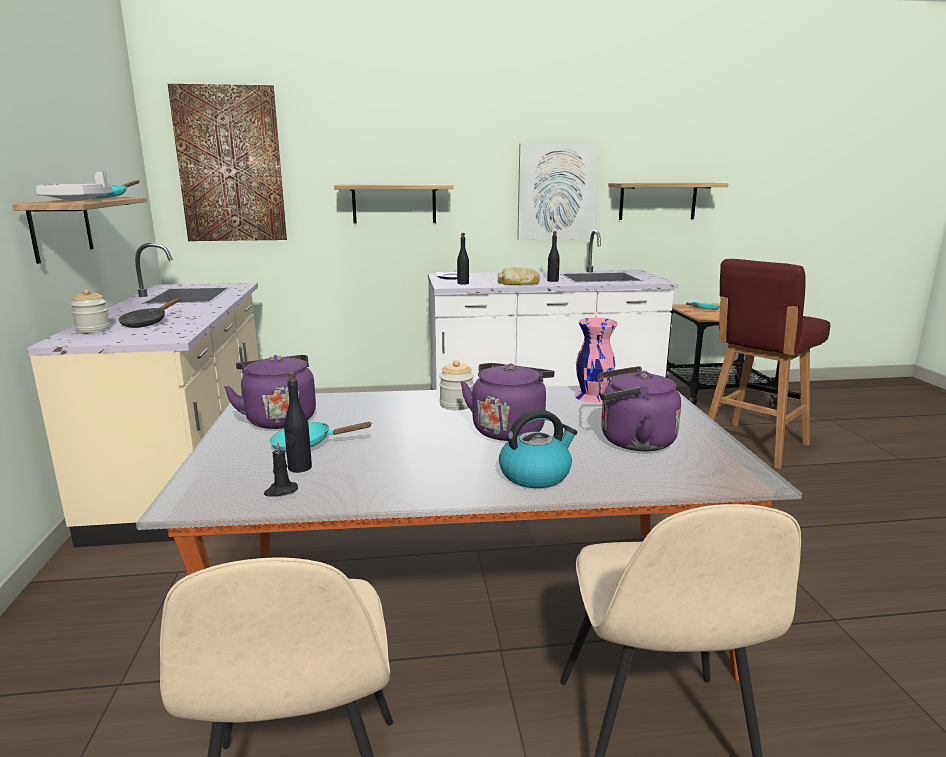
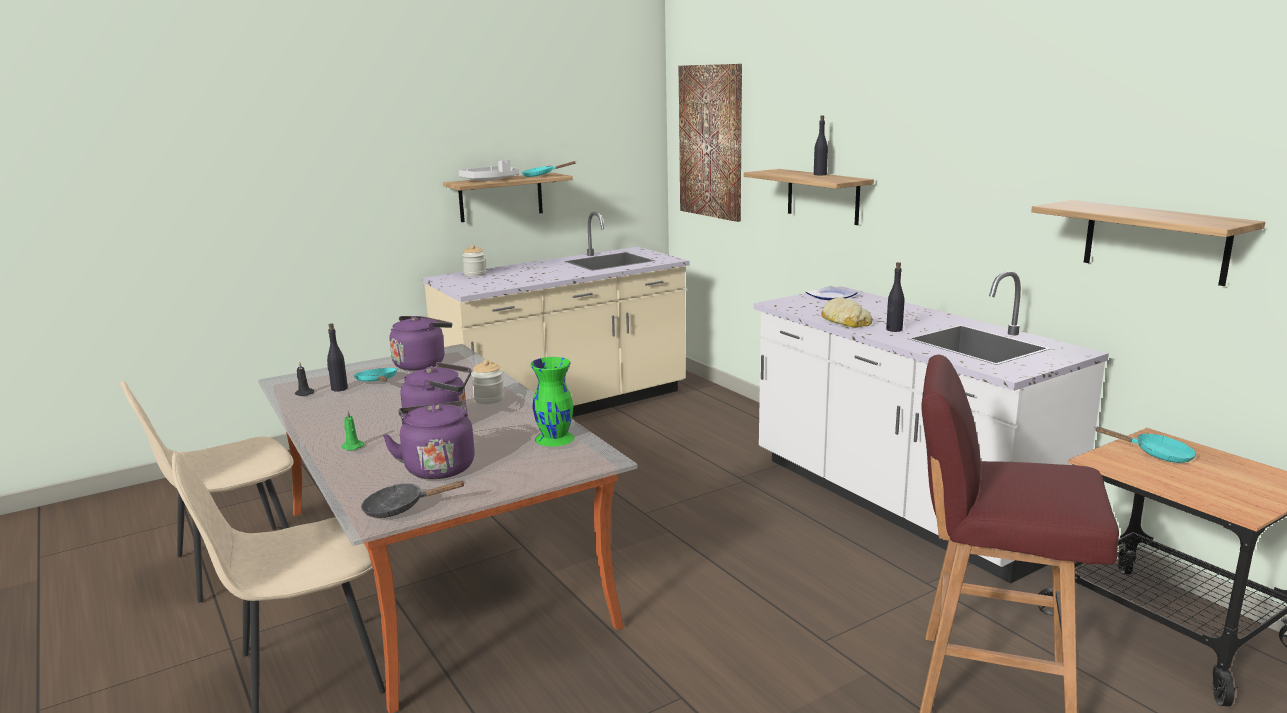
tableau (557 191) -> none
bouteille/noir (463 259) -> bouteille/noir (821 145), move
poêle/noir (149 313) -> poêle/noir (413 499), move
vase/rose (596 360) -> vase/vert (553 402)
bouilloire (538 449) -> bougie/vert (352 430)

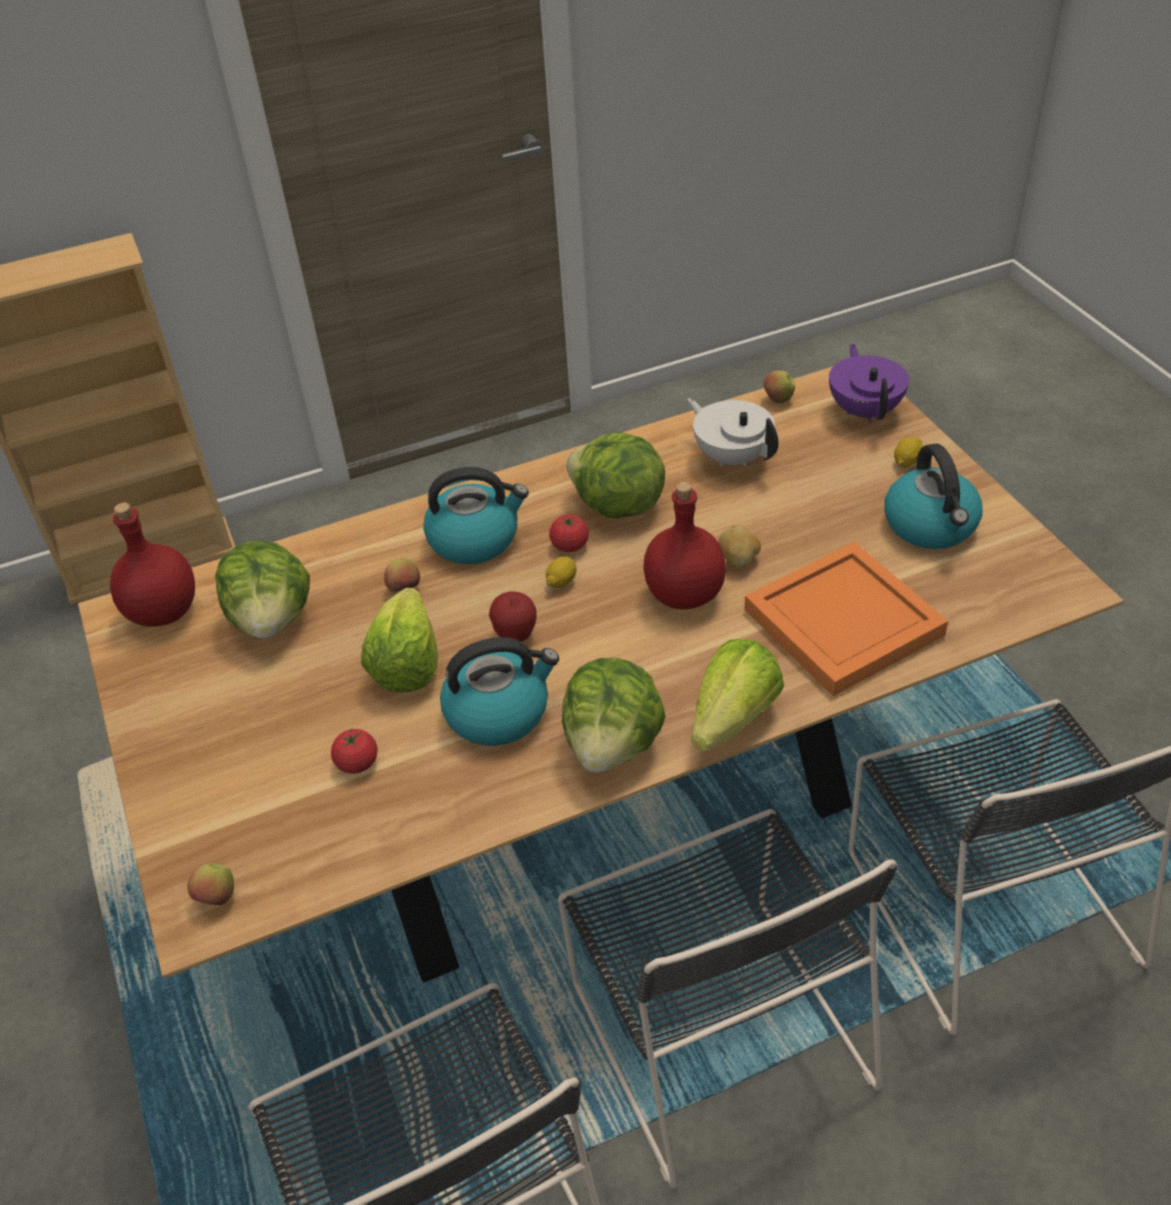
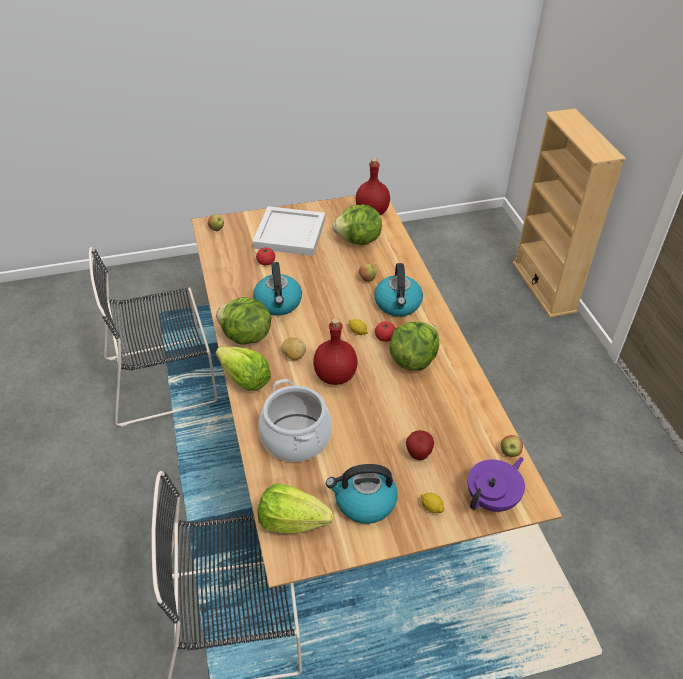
théière/violet (869 383) -> théière/violet (496 484), 45 degrees counterclockwise
théière/blanc (732 432) -> none
pomme de terre (739 546) -> pomme de terre (293 348), move
plateau/orange (846 619) -> marmite (295 420)
laitue (399 640) -> laitue (295 508), move
pomme (513 616) -> pomme (420 445), move
chaise/noir (728 999) -> none
none -> plateau/blanc (288 231)

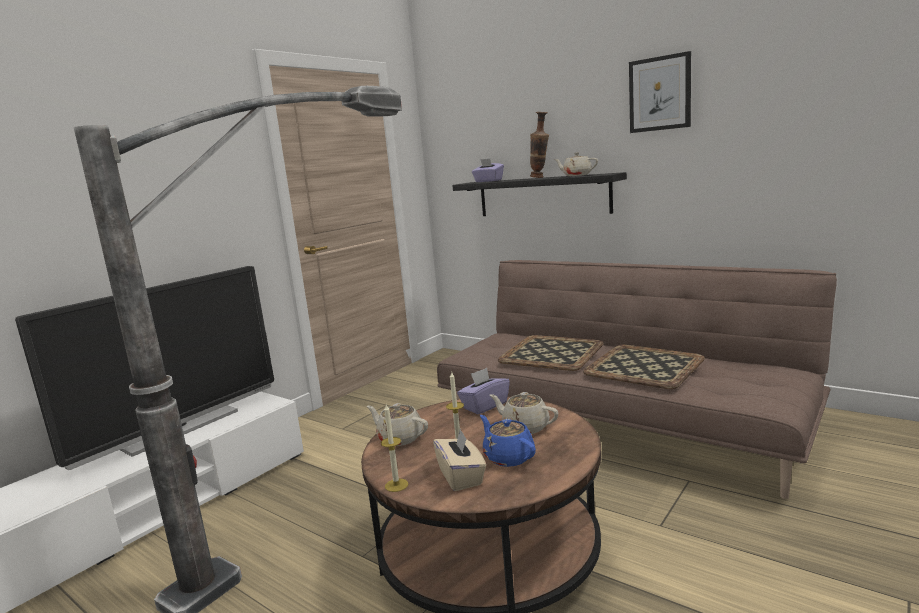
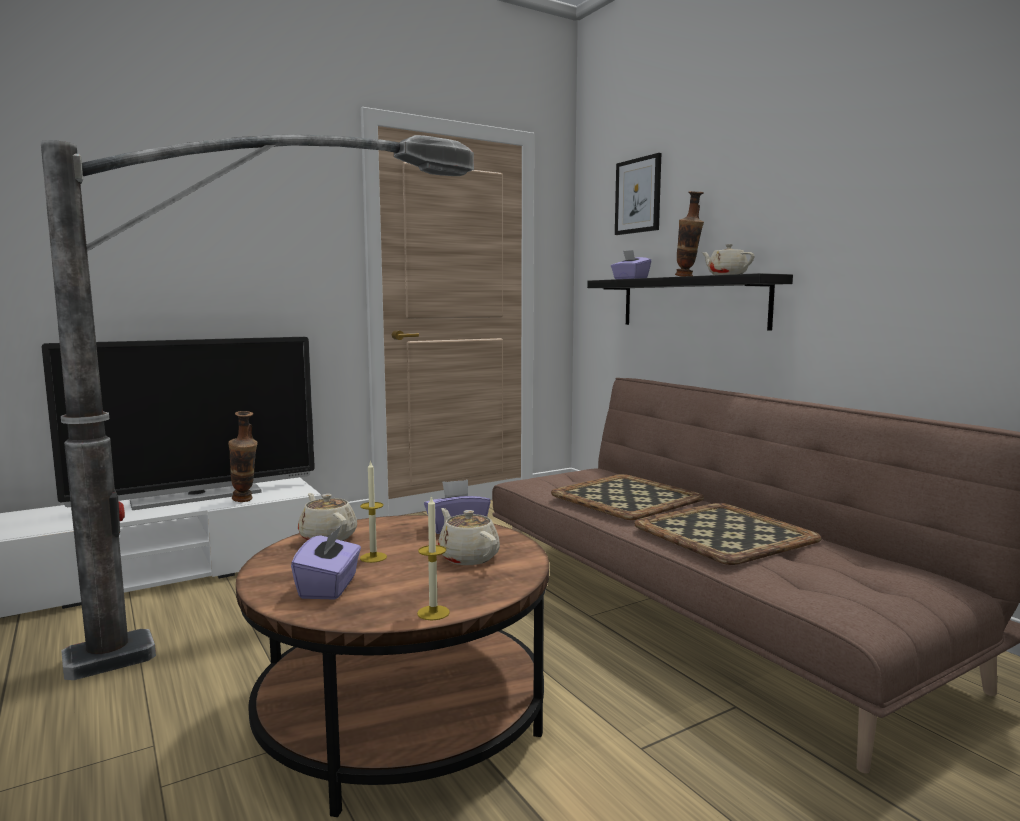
tableau (660 92) -> tableau (638 194), move
bougie (394 448) -> bougie (433 558), move
théière/bleu (508 441) -> none
boîte à mouchoirs/beige (459 459) -> boîte à mouchoirs/violet (326 563)
none -> vase (242 456)

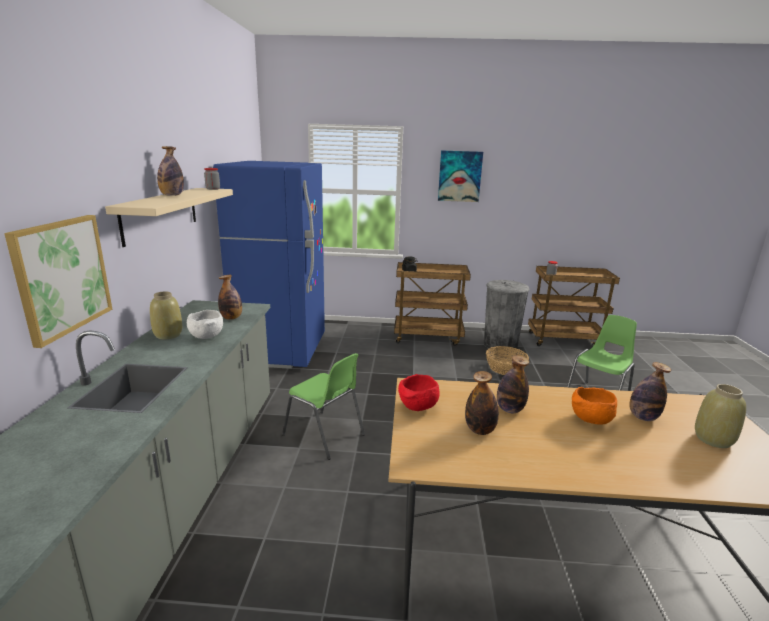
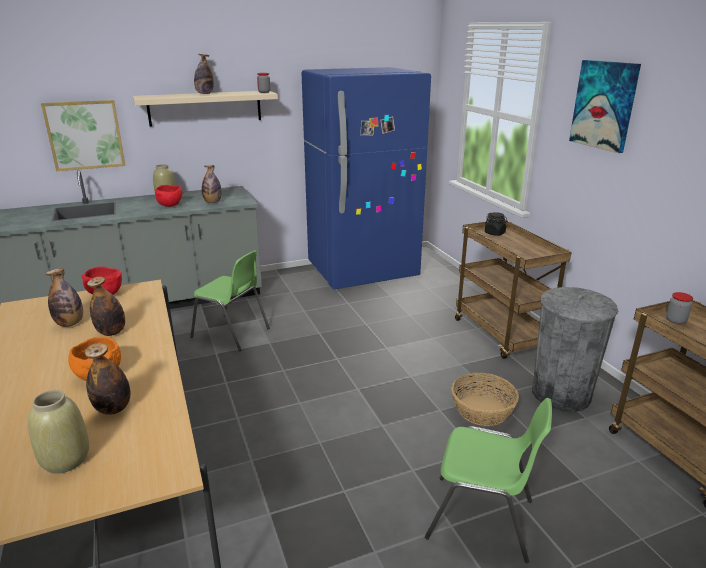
bol/blanc (205 324) -> bol/rouge (168 196)
chaise/vert (323 406) -> chaise/vert (230 300), 75 degrees counterclockwise

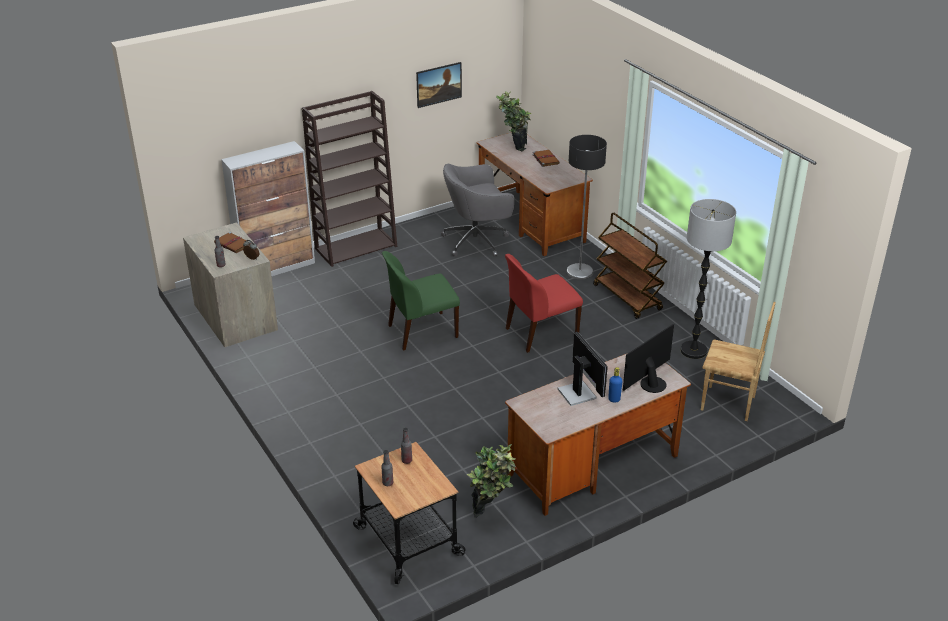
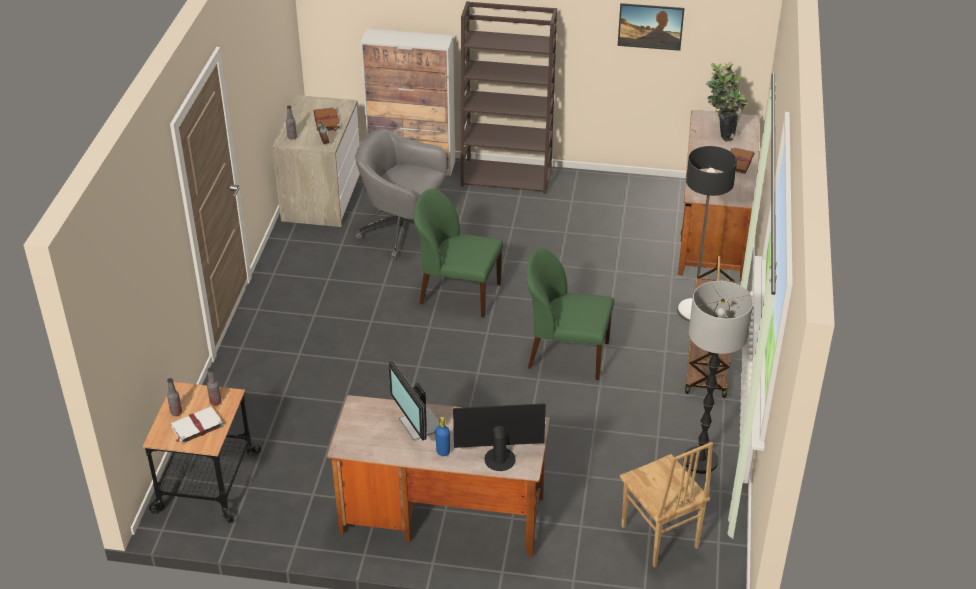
chaise de bureau/gris (477 210) -> chaise de bureau/gris (401 193), move
chaise/rouge (544 303) -> chaise/vert (570 314)
écran d'ordinateur (582 369) -> écran d'ordinateur (414 401), 135 degrees clockwise
plante en pot (491 481) -> none
none -> livre/blanc (197 425)

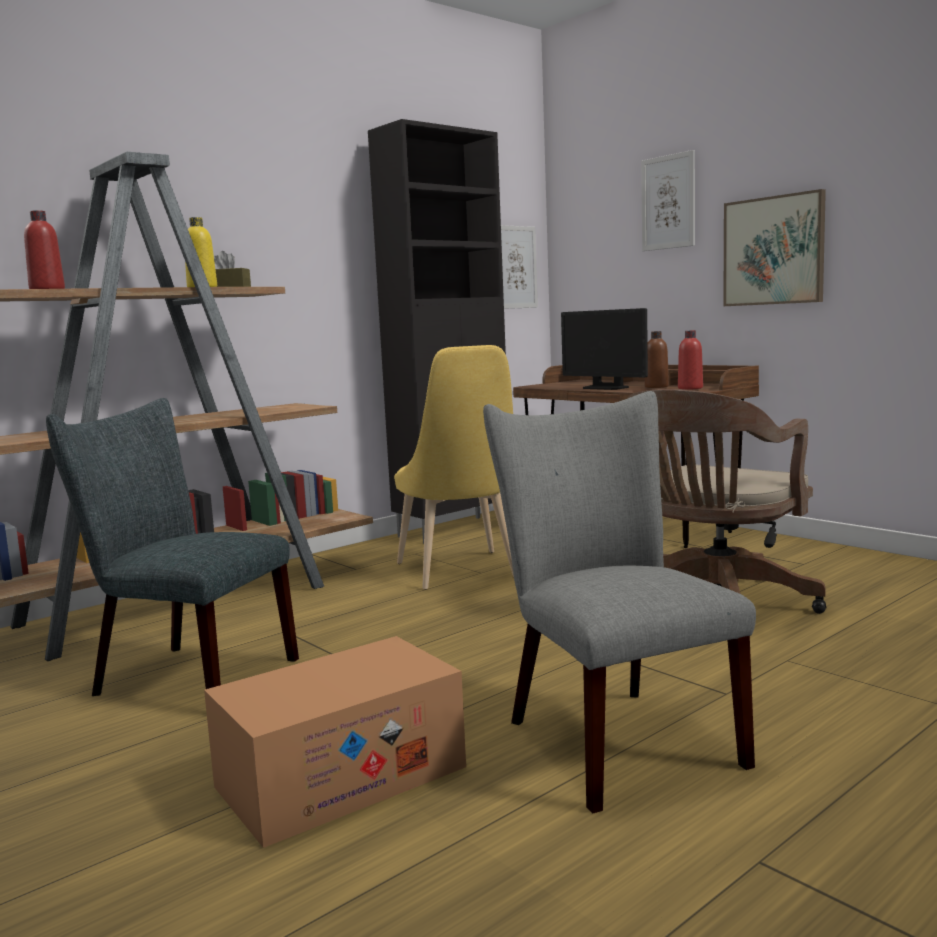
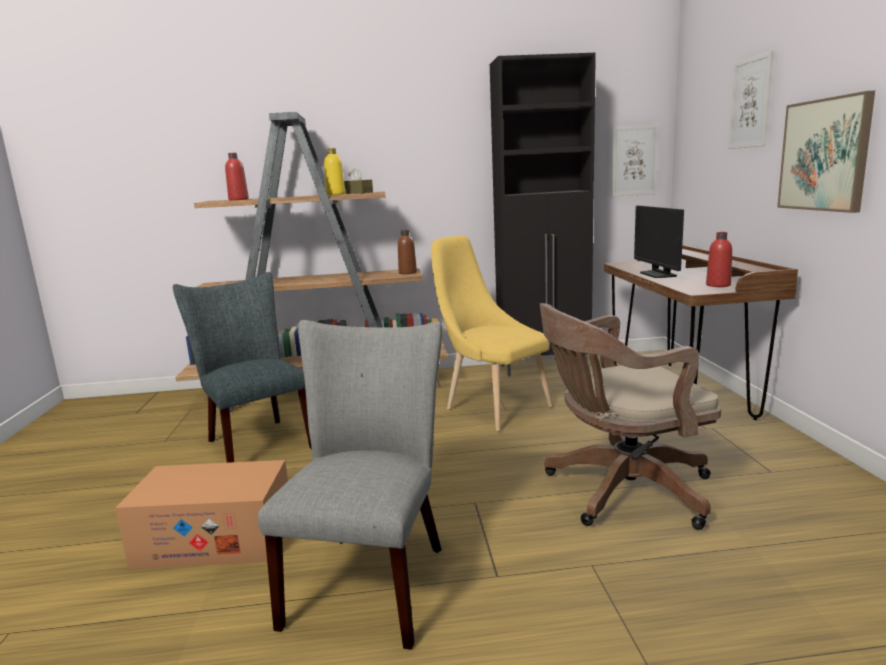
bouteille/marron (657 359) -> bouteille/marron (407 252), move
chaise/jaune (454 467) -> chaise/jaune (492 333), 120 degrees clockwise

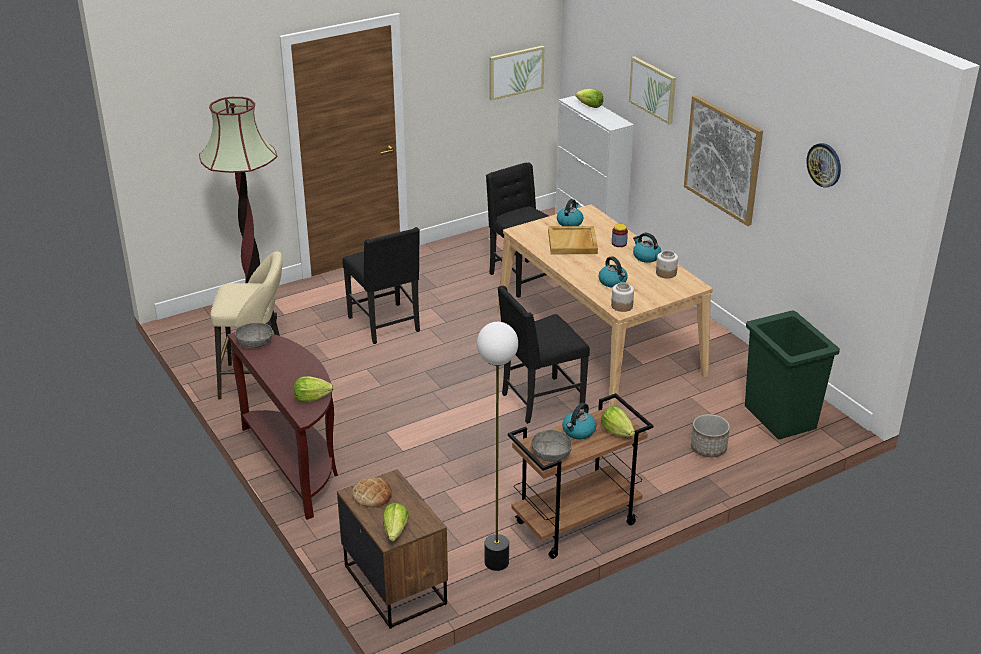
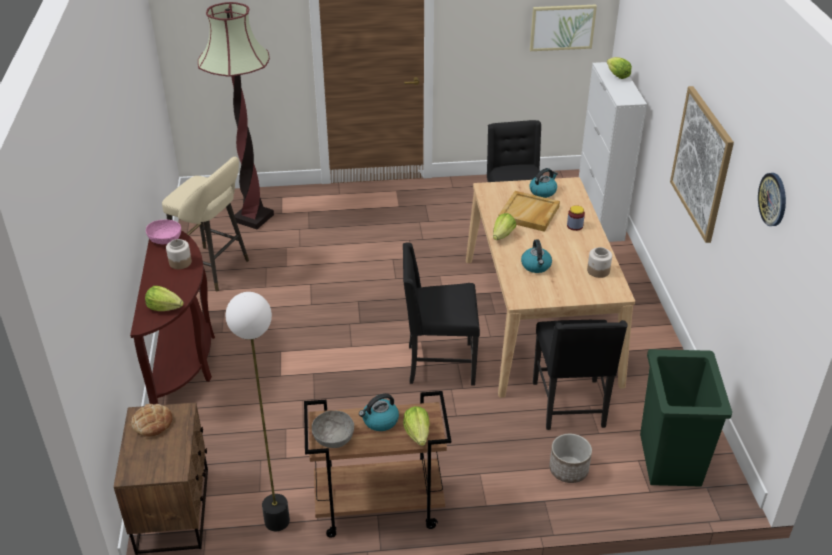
tableau (652 90) -> none
chaise/noir (381 285) -> chaise/noir (580 375), move
bouilloire (647 248) -> none
bocal (622 297) -> bocal (179 254), move
bol/gris (254 335) -> bol/rose (163 232)
laitue (396 522) -> laitue (504 226), move

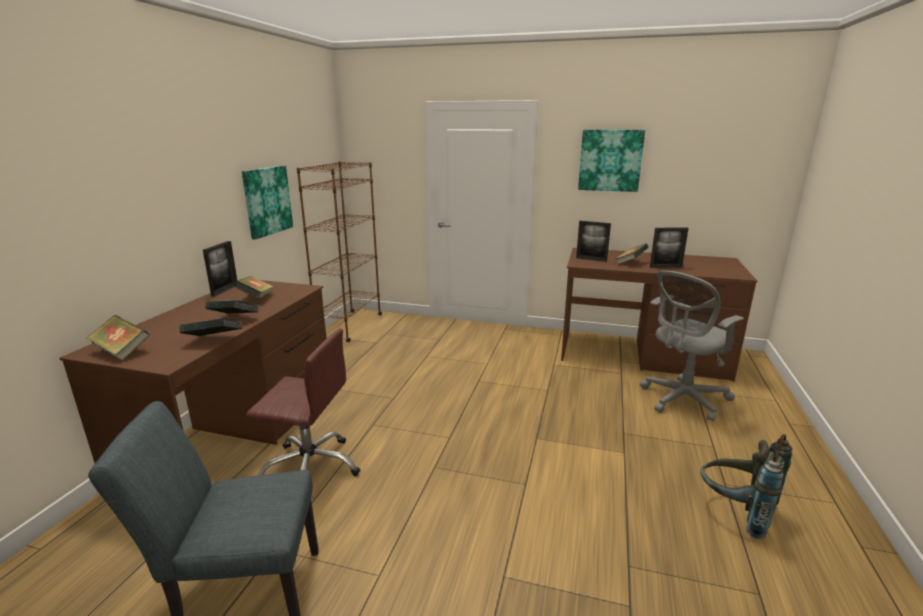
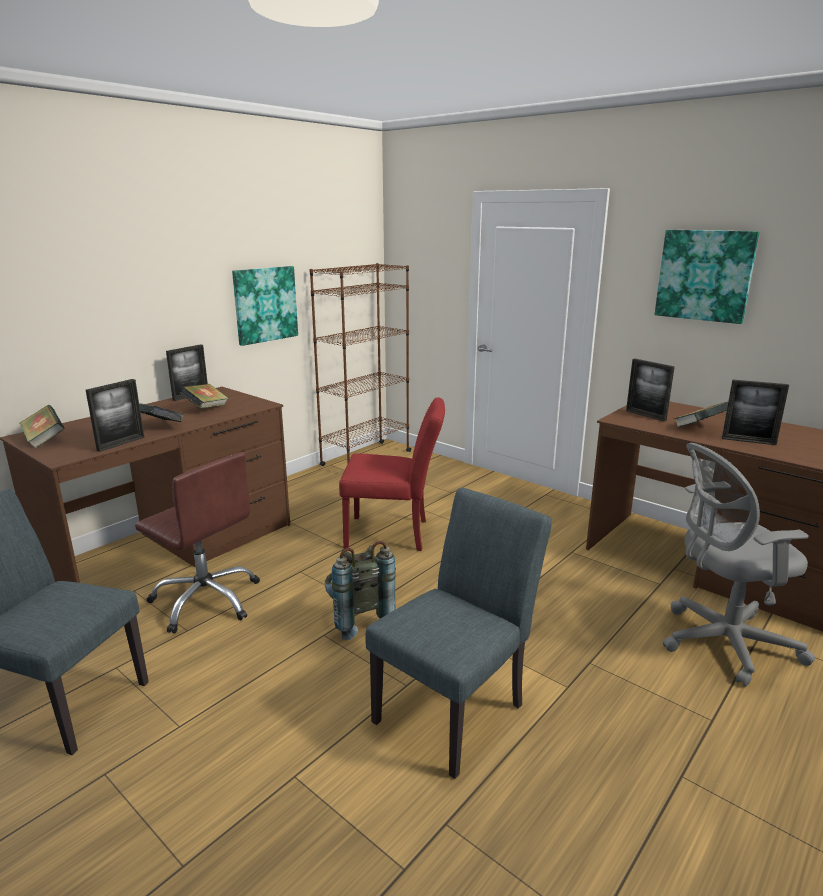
livre (210 327) -> cadre photo (115 415)
sac à dos/gris (747 486) -> sac à dos/gris (360 590), move
none -> chaise/rouge (392 474)
none -> chaise/gris (458 633)

